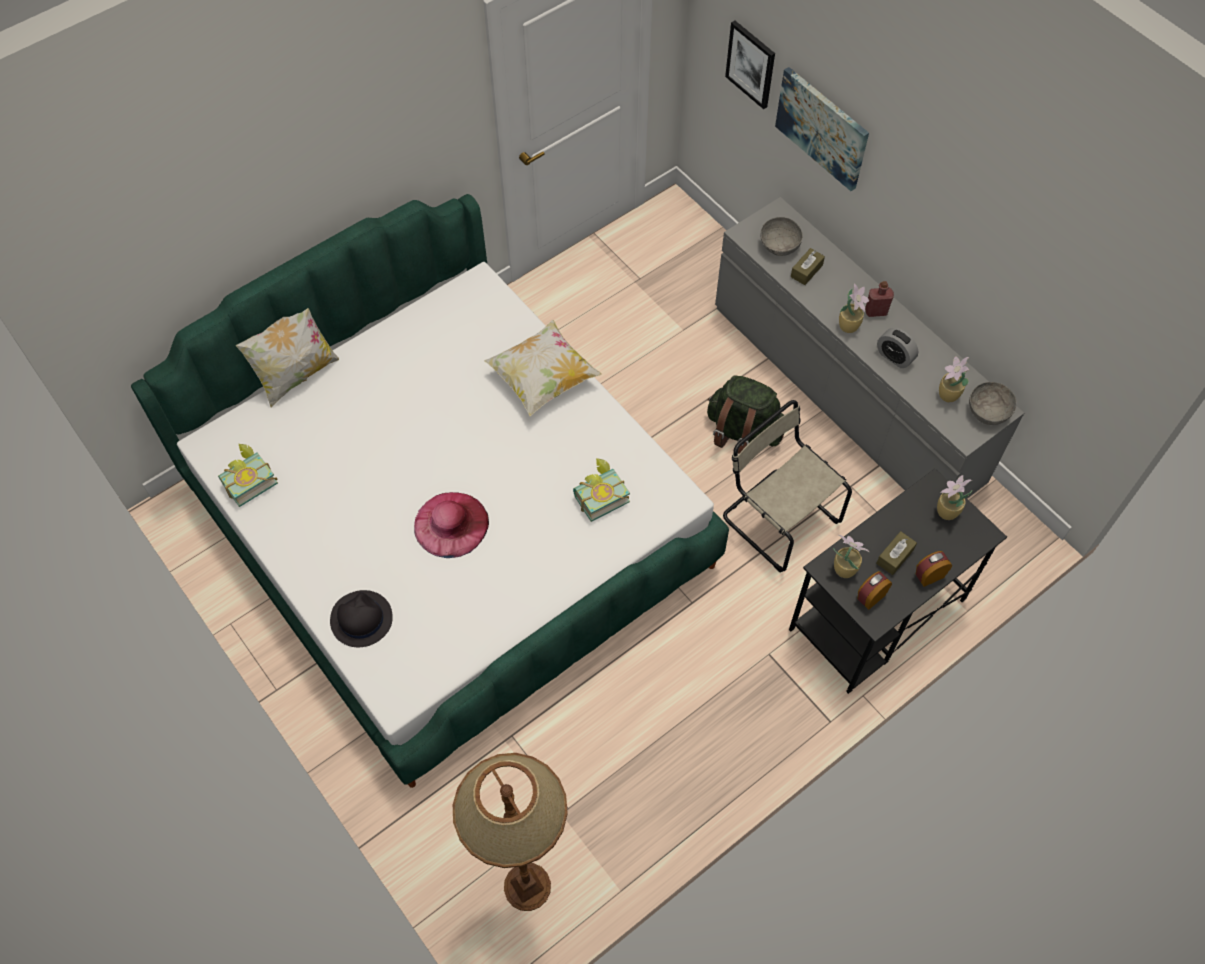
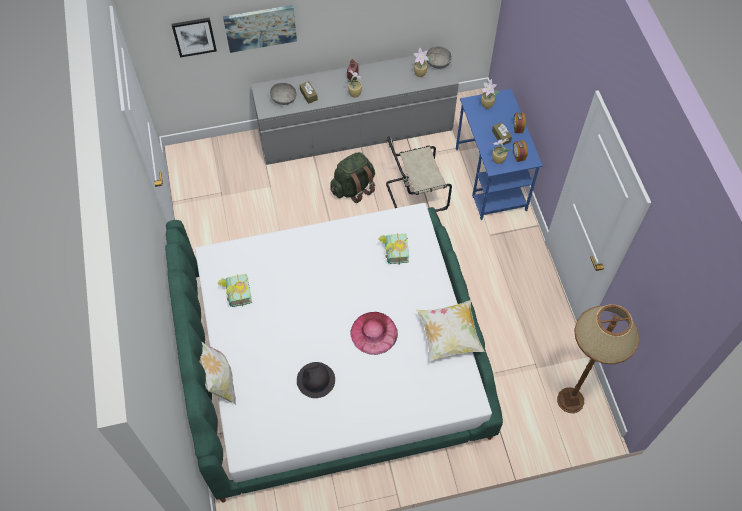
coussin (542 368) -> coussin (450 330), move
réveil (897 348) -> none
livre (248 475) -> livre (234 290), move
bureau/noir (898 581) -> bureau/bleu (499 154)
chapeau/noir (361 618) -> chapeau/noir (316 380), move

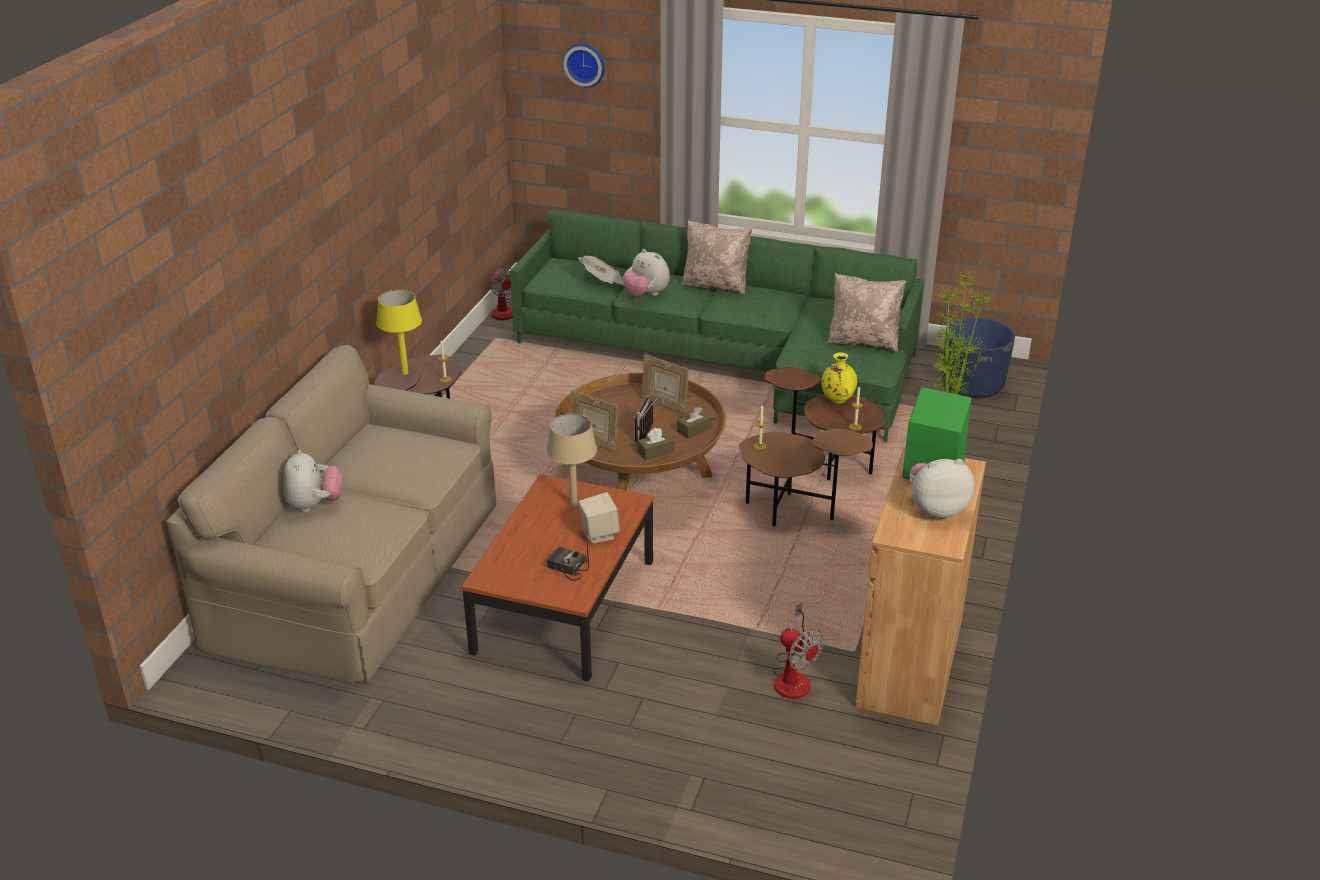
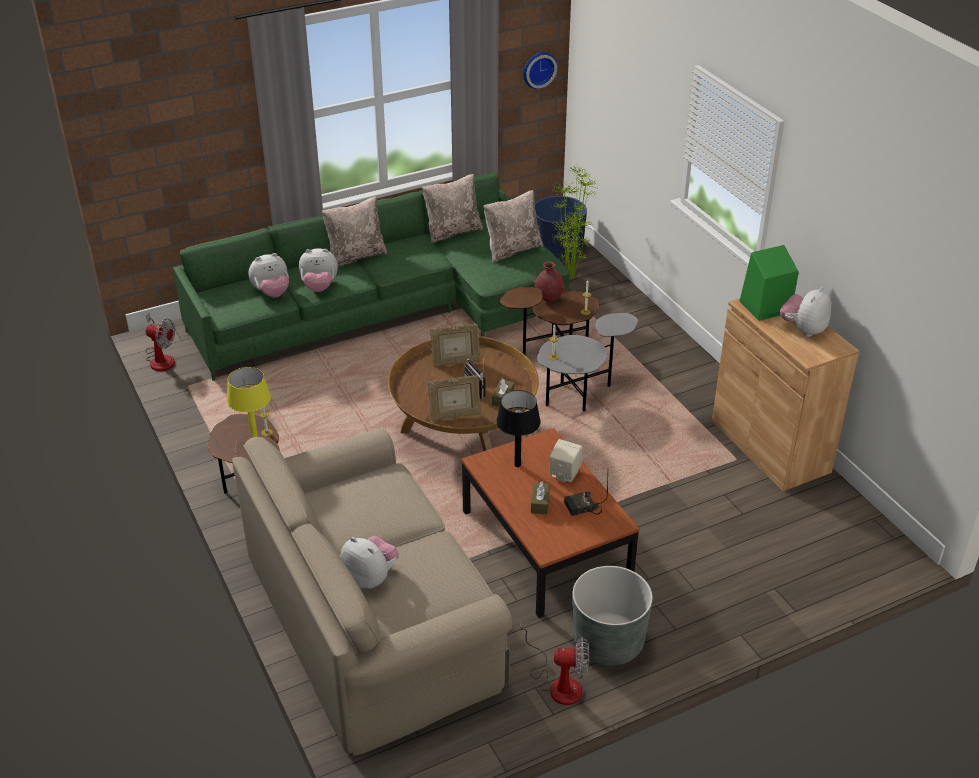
horloge murale (584 65) -> horloge murale (540 70), move
journal (601 270) -> peluche (268 275)
vase/jaune (839 378) -> vase/rouge (549 281)
boîte à mouchoirs/marron (694 423) -> boîte à mouchoirs/marron (540 498), move
lampe de table/beige (571 460) -> lampe de table/noir (518 428)
table d'appoint/marron (806 477) -> table d'appoint/gris (587 362)
ventilateur (798 650) -> ventilateur (555 662), move
none -> coussin/beige (452 208)
none -> cache-pot/gris (612 616)

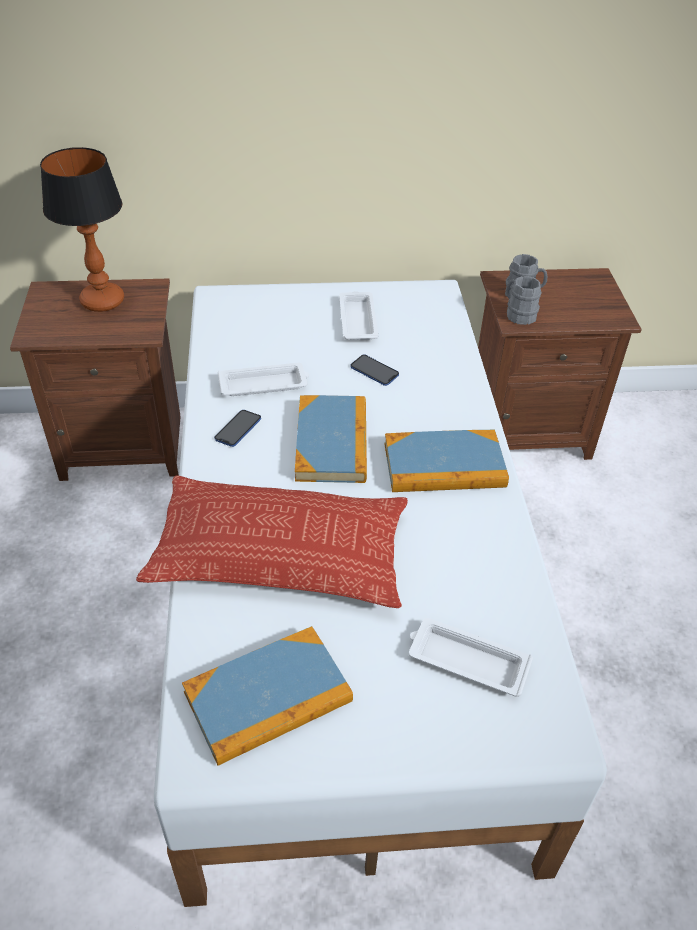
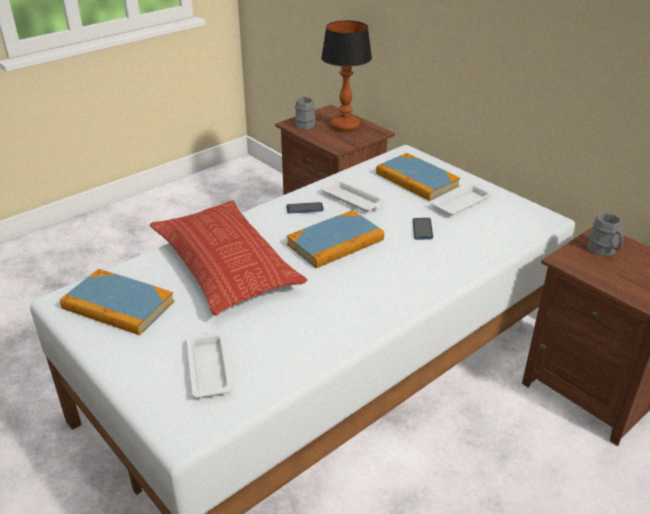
mug/gris (524 300) -> mug/gris (305 113), move
livre (446 461) -> livre (418 177), move

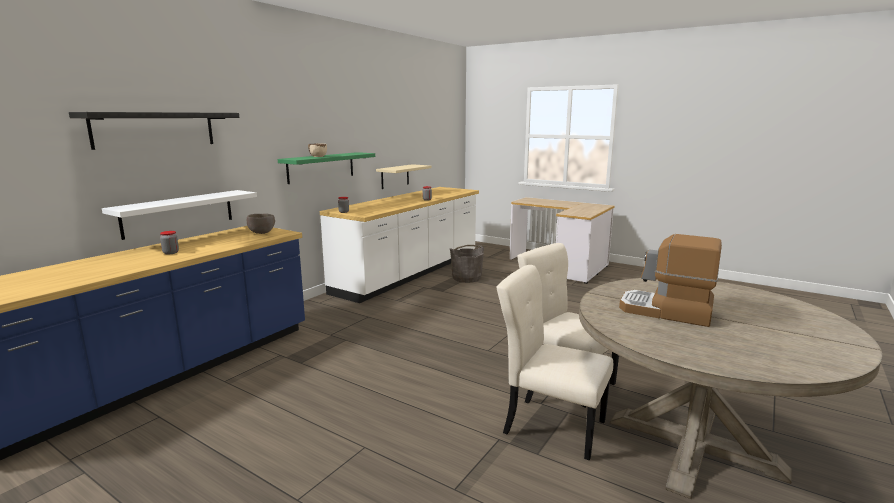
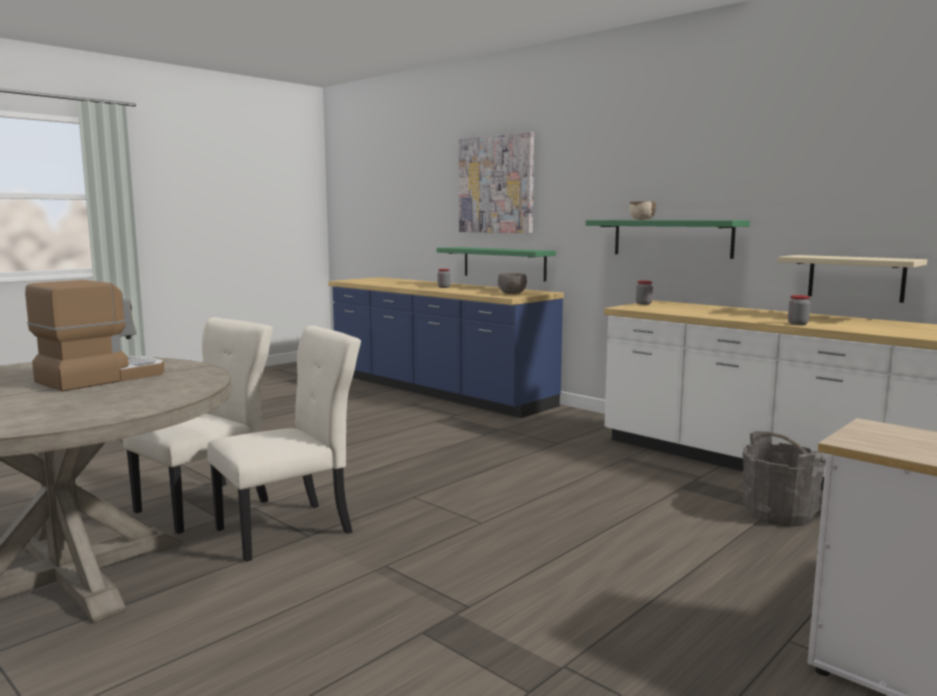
étagère/noir (154 131) -> tableau (496 182)
étagère/blanc (179 215) -> étagère/vert (496 264)

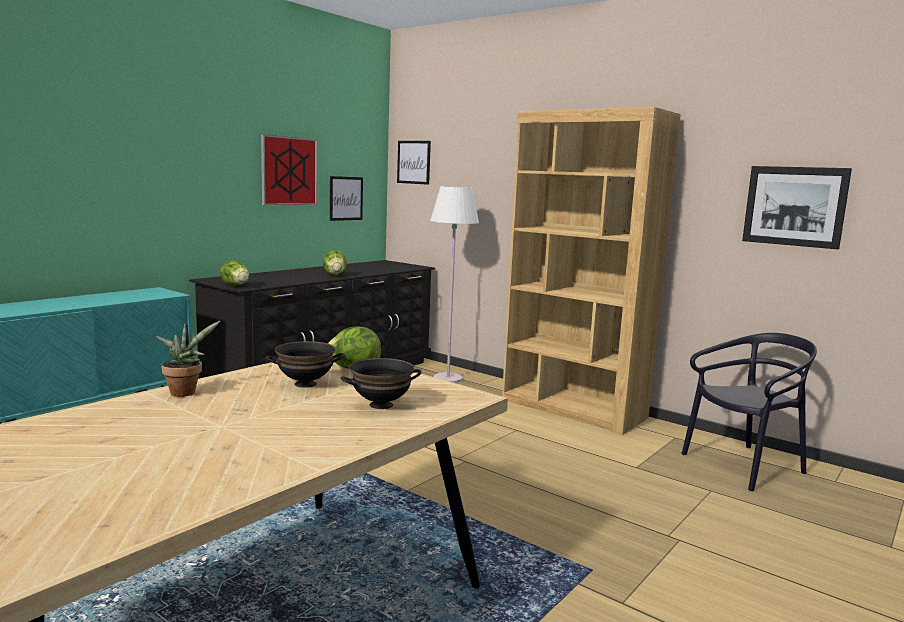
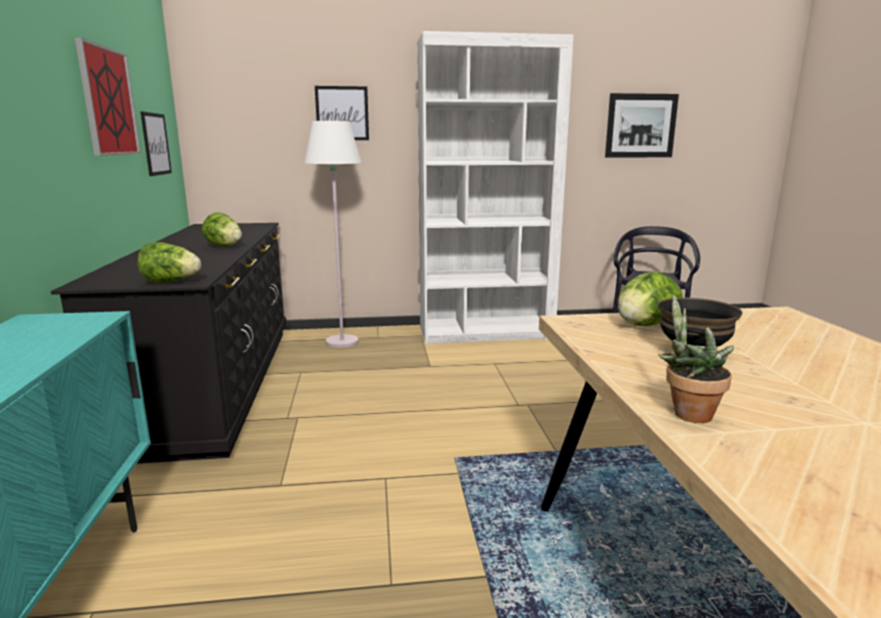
bibliothèque/marron (591 271) -> bibliothèque/blanc (495 187)
tableau (414 163) -> tableau (342 113), move
bol/noir (381 383) -> none

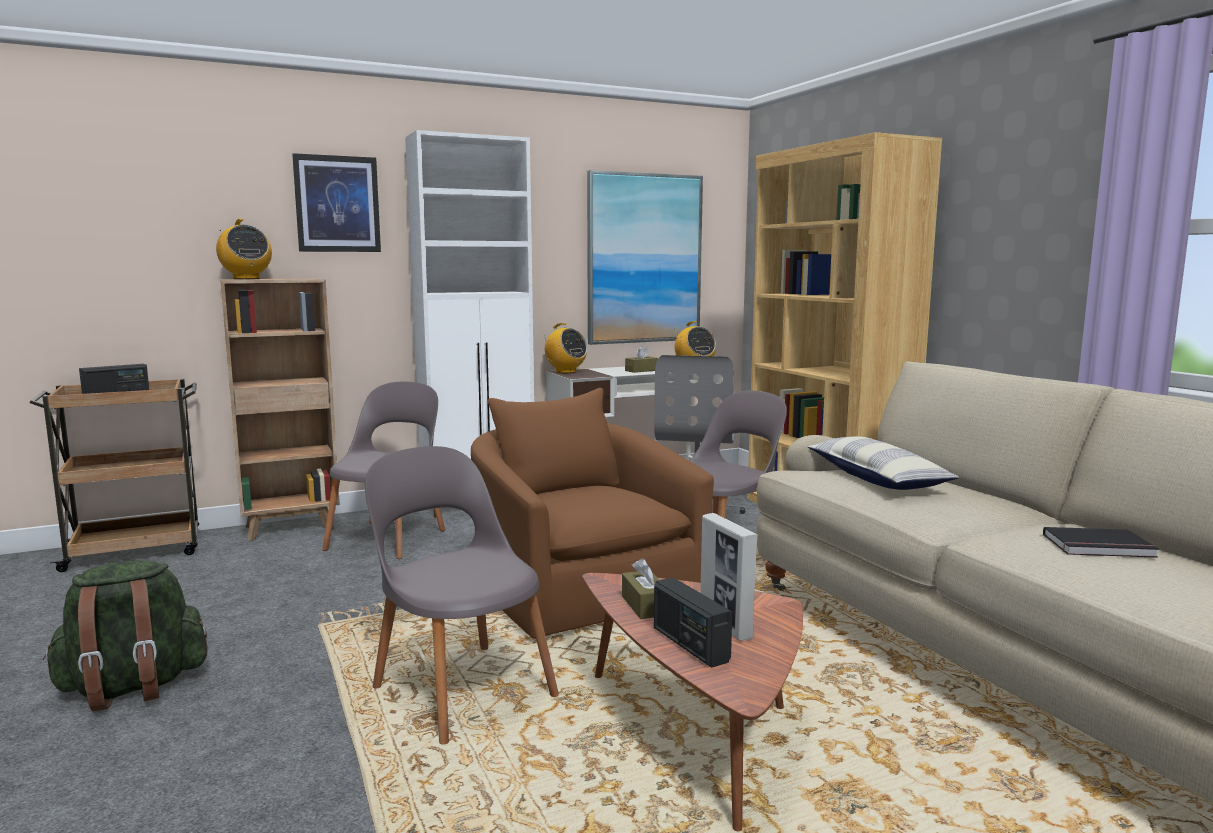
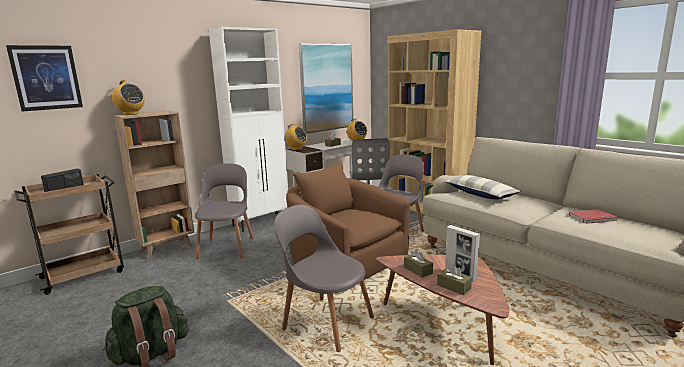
tableau (336 202) -> tableau (44 78), move
livre/noir (1101 542) -> livre/rouge (593 216)
radio (693 622) -> boîte à mouchoirs/marron (454 279)

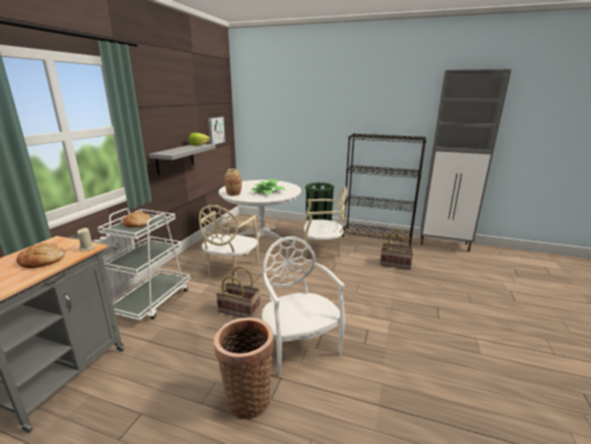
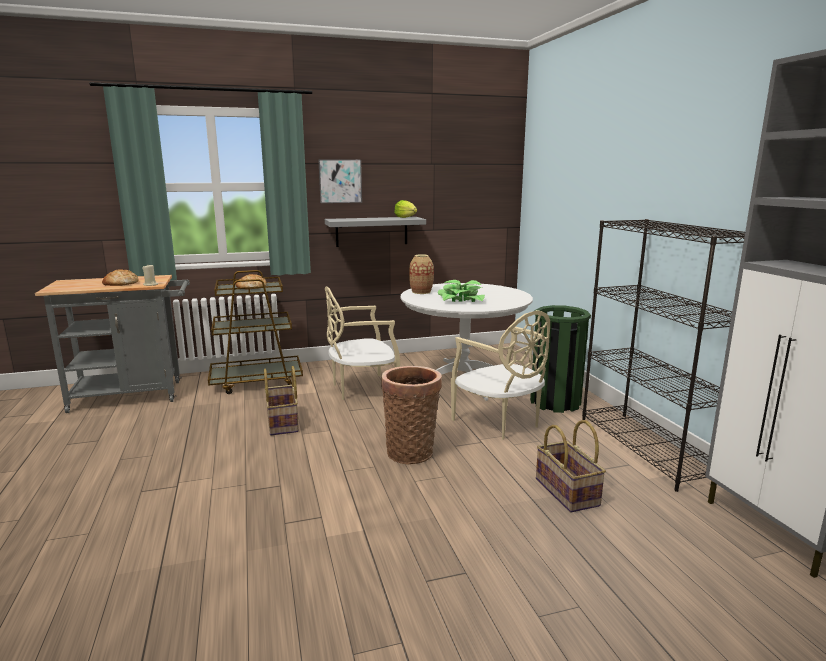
tableau (217 130) -> tableau (340 181), move
chariot/blanc (144 264) -> chariot/marron (255 332)
chaise/blanc (303 306) -> none
panier (244 368) -> panier (411 415), move

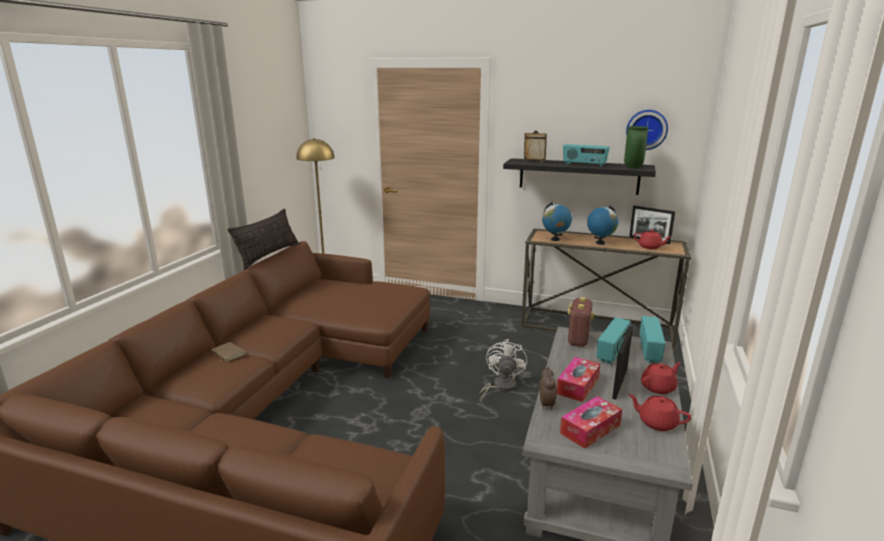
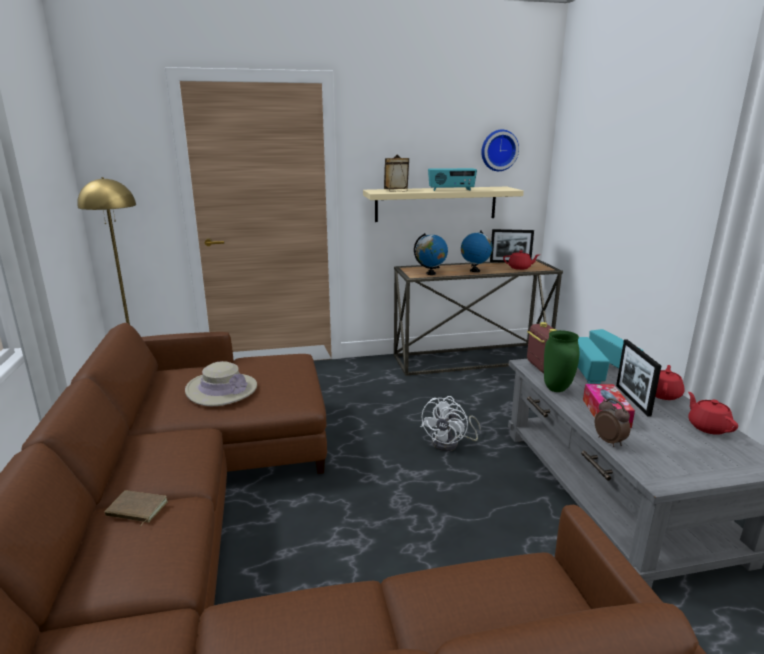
vase/vert (636 147) -> vase/vert (562 361), move
étagère/noir (579 176) -> étagère/beige (443 204)
coussin (264 239) -> none
ventilateur/blanc (503 370) -> ventilateur/blanc (451 423), 135 degrees counterclockwise
théière/rouge (659 412) -> théière/rouge (713 413), 75 degrees clockwise
boîte à mouchoirs (591 422) -> none
none -> chapeau/beige (221 383)

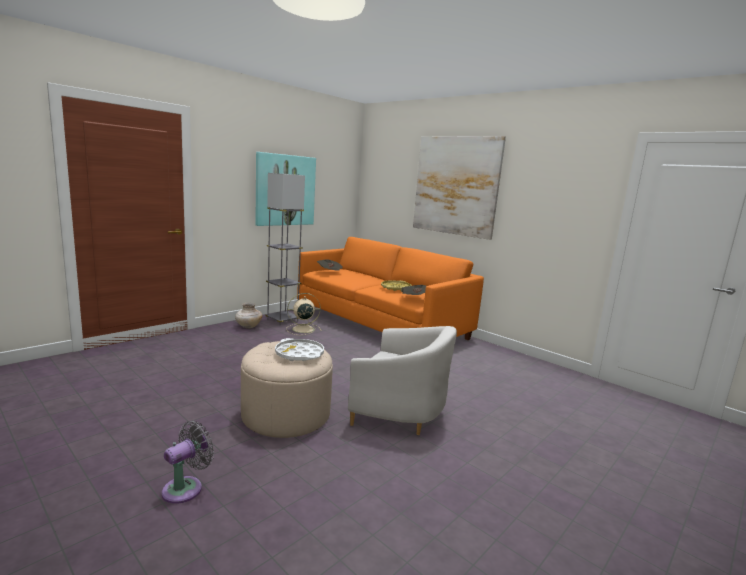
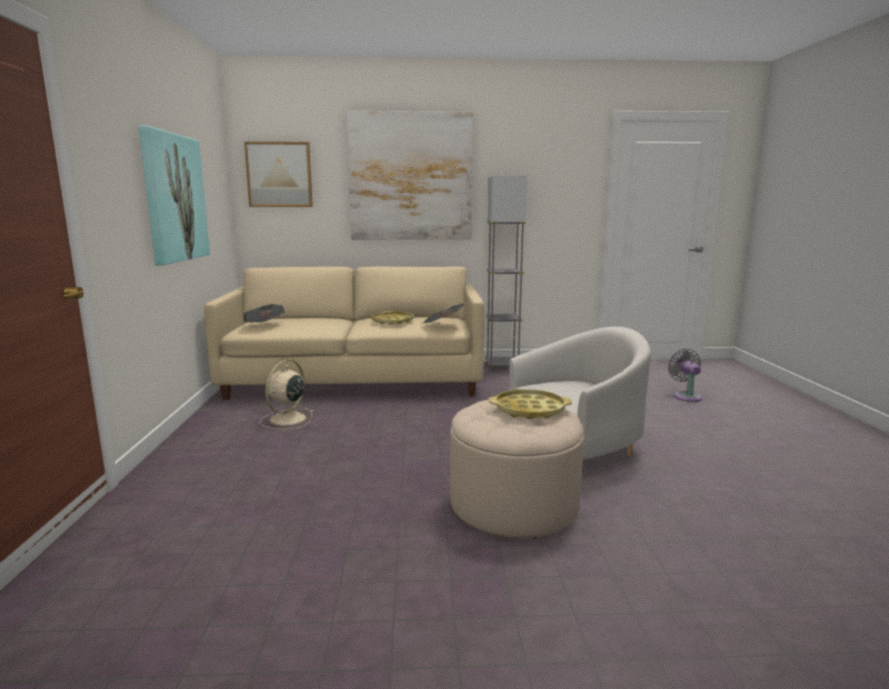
lampadaire/gris (285 249) -> lampadaire/gris (506 273), move
canapé/orange (390 288) -> canapé/beige (344 333)
vase/beige (248 315) -> none
plateau/blanc (299 349) -> plateau/jaune (530 404)
ventilateur/gris (188 462) -> ventilateur/gris (685 375), move
none -> tableau (278 174)

